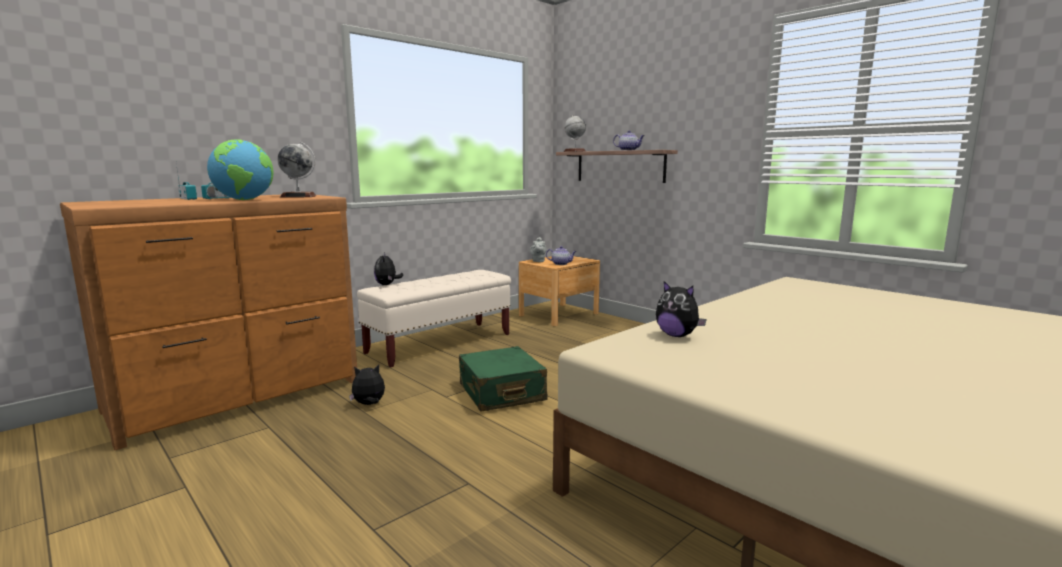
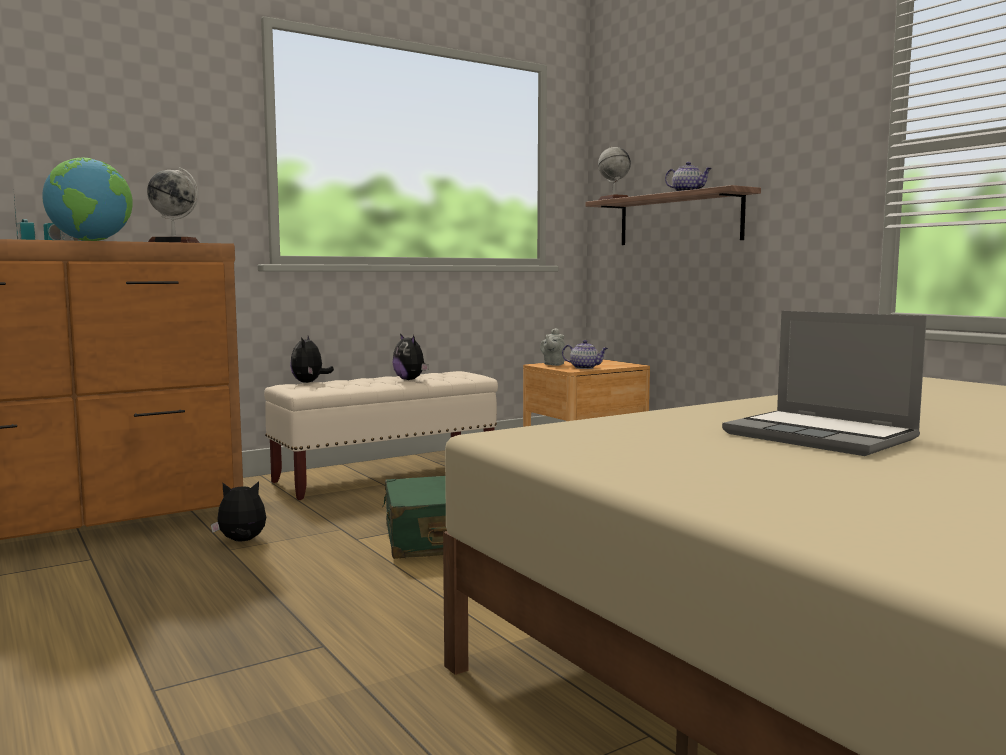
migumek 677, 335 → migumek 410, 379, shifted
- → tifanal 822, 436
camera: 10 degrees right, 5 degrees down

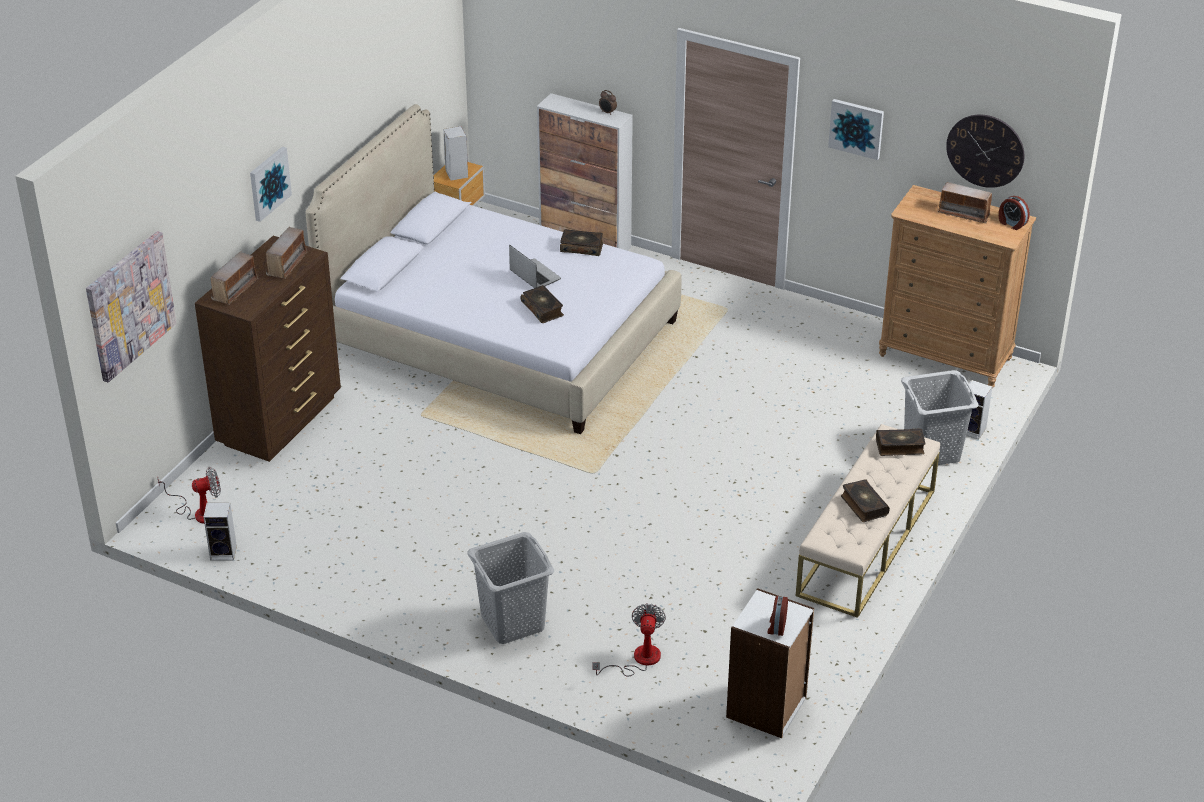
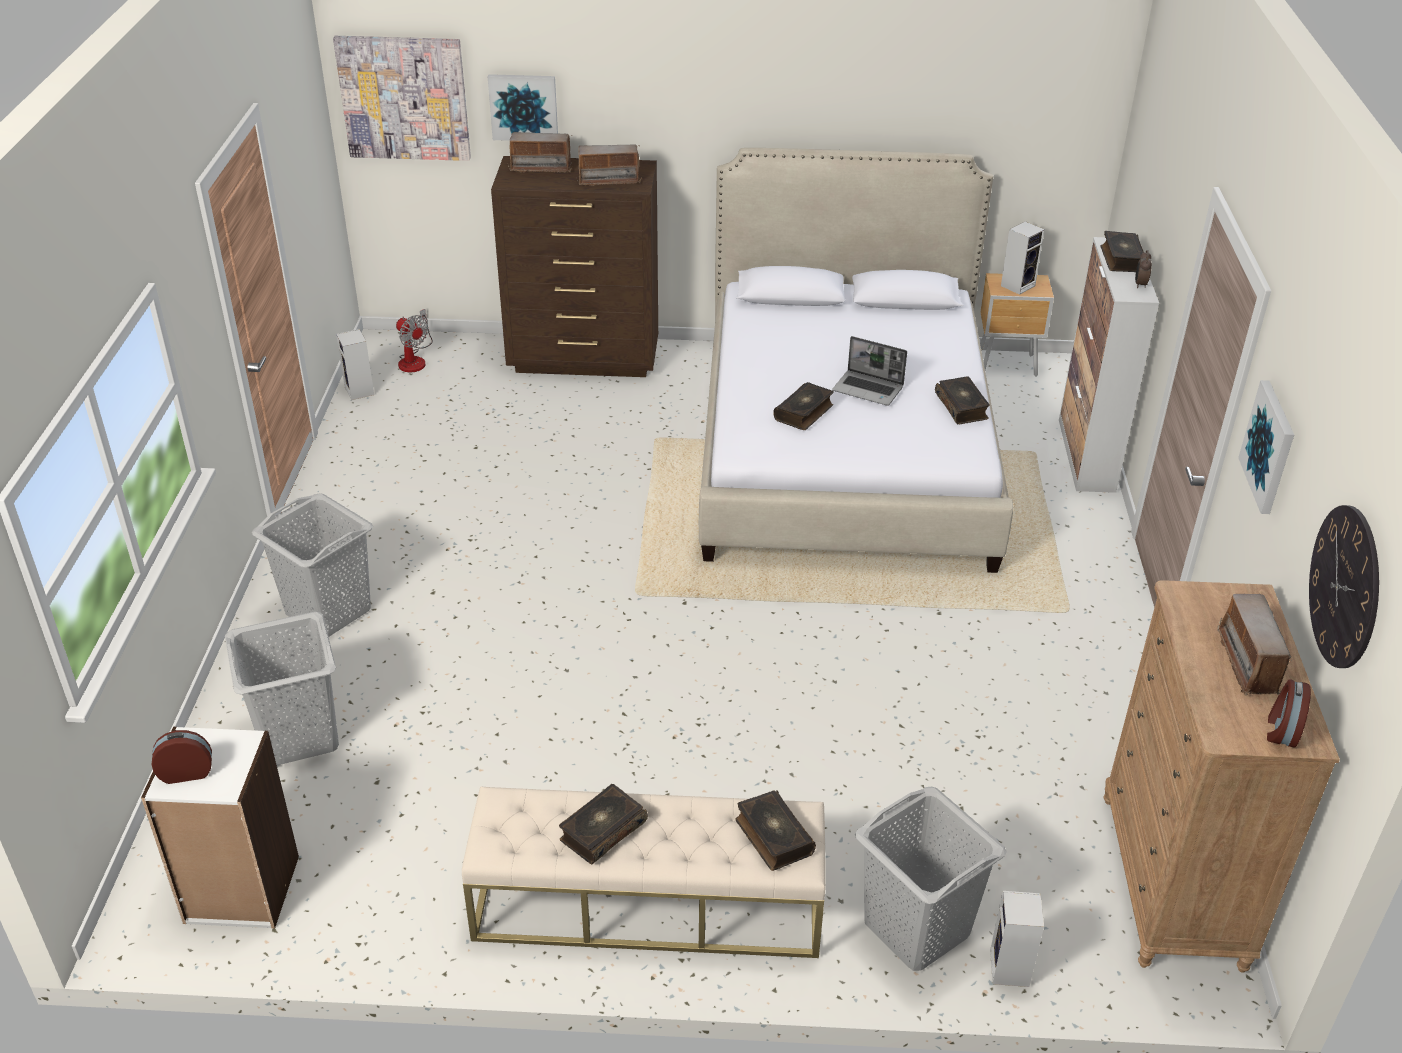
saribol 638, 660 → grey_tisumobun 298, 735
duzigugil 269, 183 → duzigugil 523, 107, shifted
tifanal 534, 275 → tifanal 869, 389, 90 degrees clockwise
- → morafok 1121, 259
camera: 65 degrees right, 0 degrees up

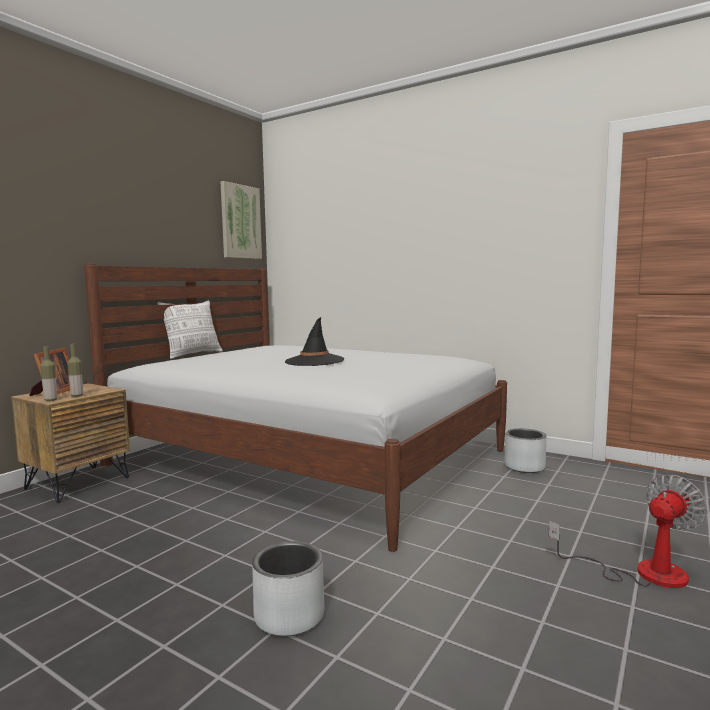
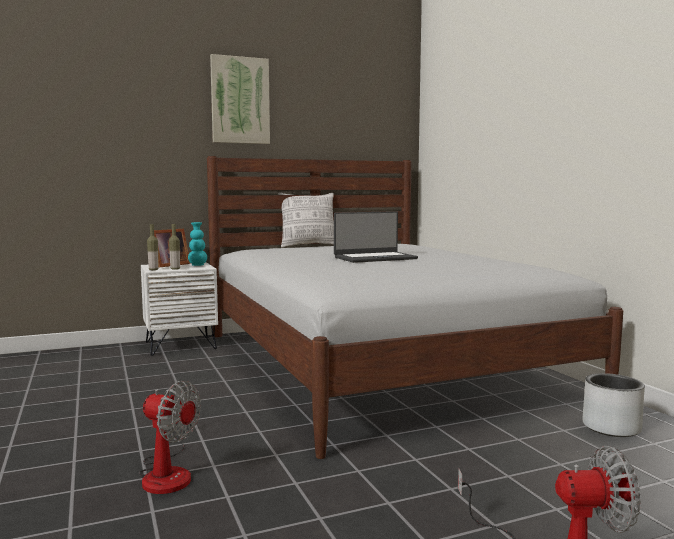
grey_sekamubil 289, 615 → saribol 167, 473
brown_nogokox 77, 483 → white_nogokox 180, 345
- → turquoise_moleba 197, 265
duzigugil 240, 222 → duzigugil 240, 100, shifted
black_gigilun 314, 361 → tifanal 374, 258
camera: 35 degrees right, 0 degrees up

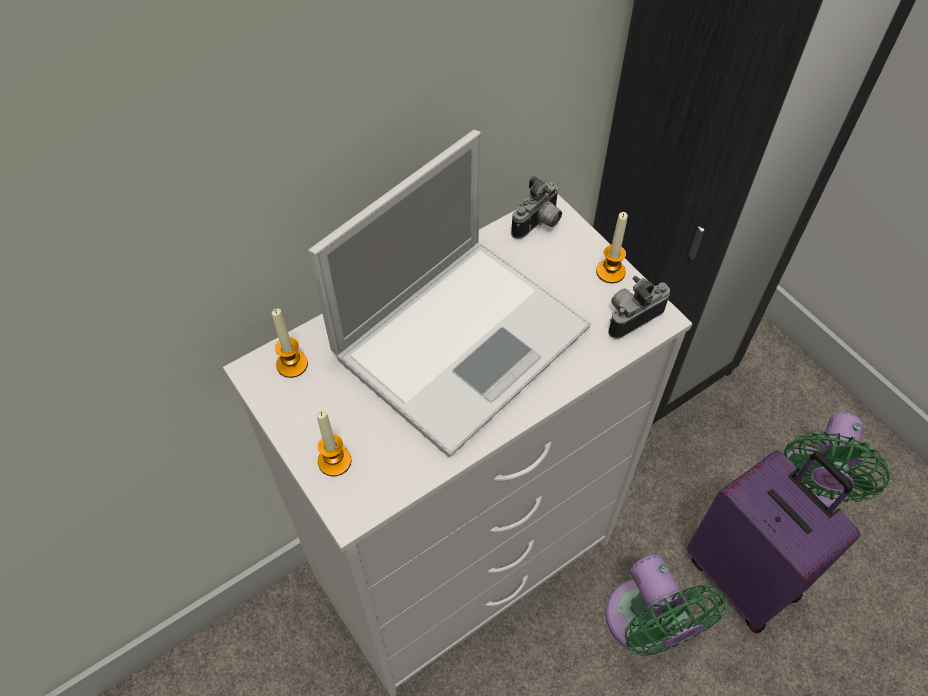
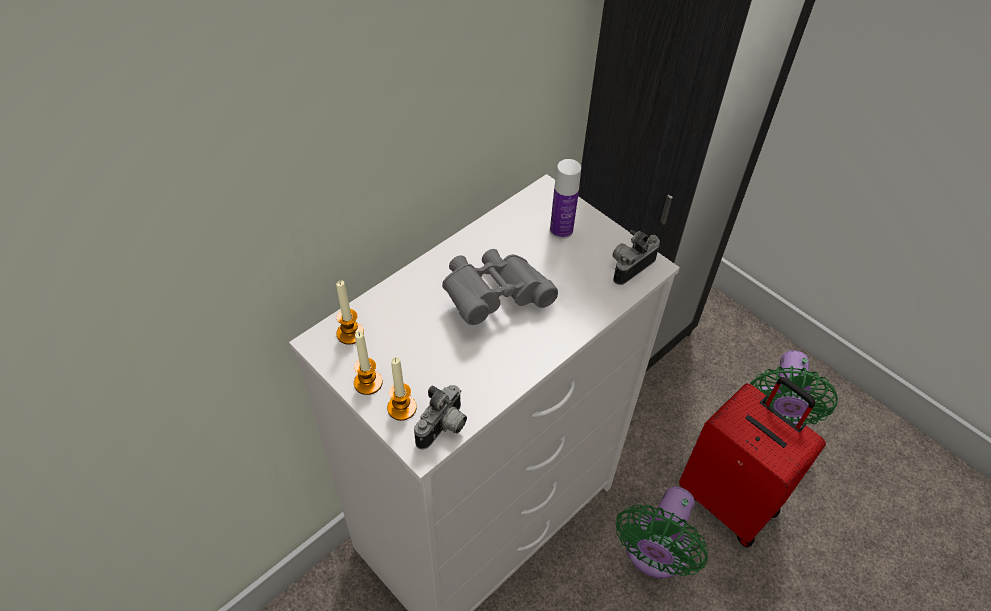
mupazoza 610, 272 → mupazoza 368, 383, shifted
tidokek 538, 224 → tidokek 444, 428, shifted
tifanal 464, 338 → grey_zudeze 494, 297
- → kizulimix 561, 230
green_saribol 646, 624 → green_saribol 654, 553, 60 degrees clockwise
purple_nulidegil 744, 575 → red_nulidegil 729, 500
camera: 10 degrees left, 5 degrees down

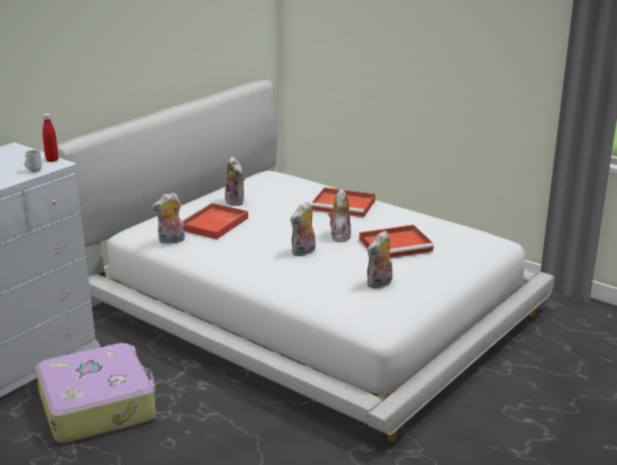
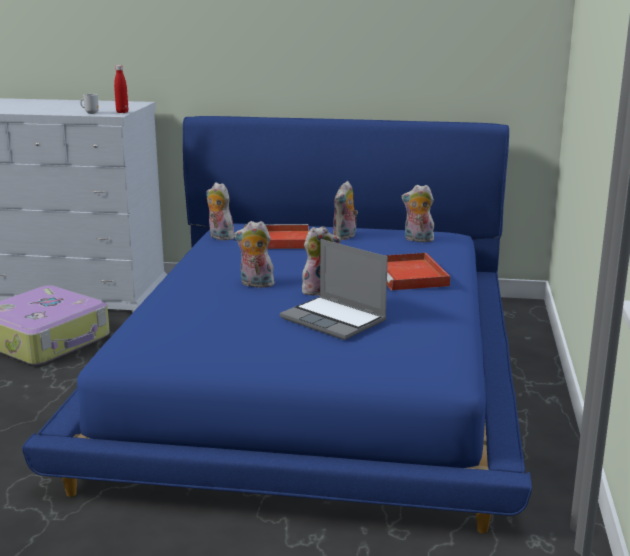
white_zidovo 308, 307 → blue_zidovo 315, 376
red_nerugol 397, 245 → tifanal 335, 320
migumek 380, 284 → migumek 417, 240, shifted
camera: 60 degrees right, 5 degrees down

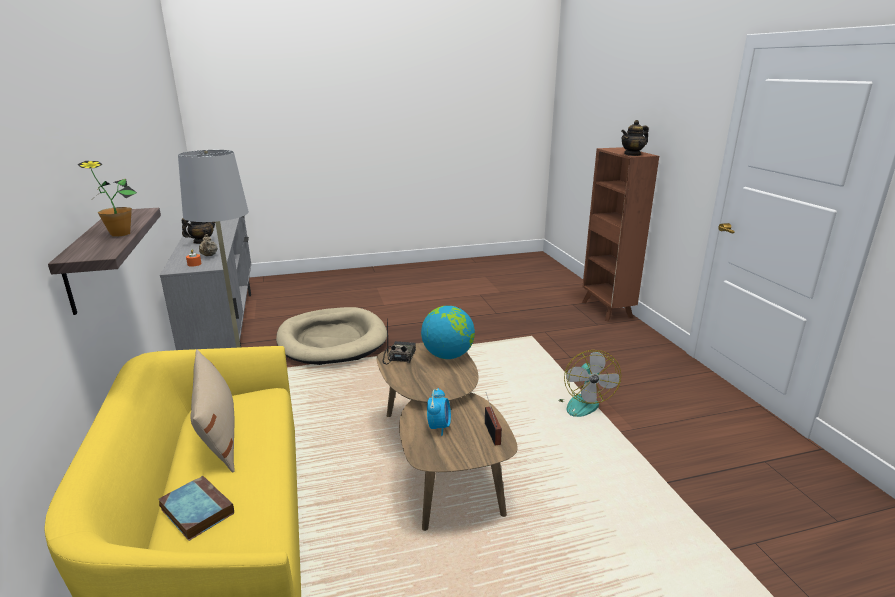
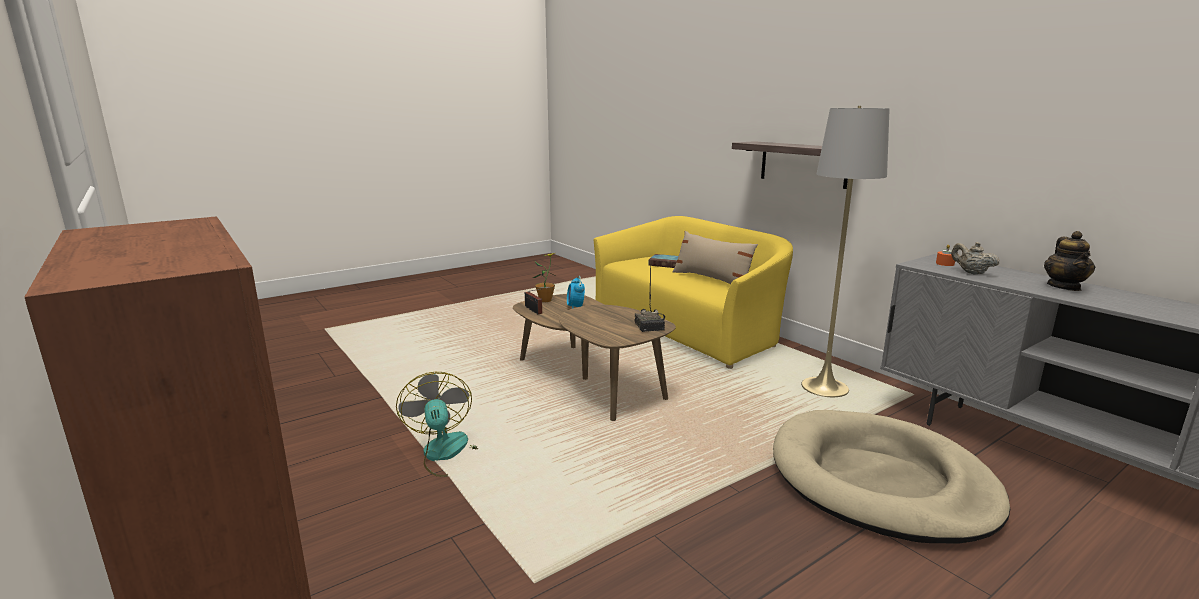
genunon 120, 234 → genunon 545, 300, shifted
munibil 448, 355 → -
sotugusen 632, 154 → -
camera: 160 degrees right, 5 degrees down

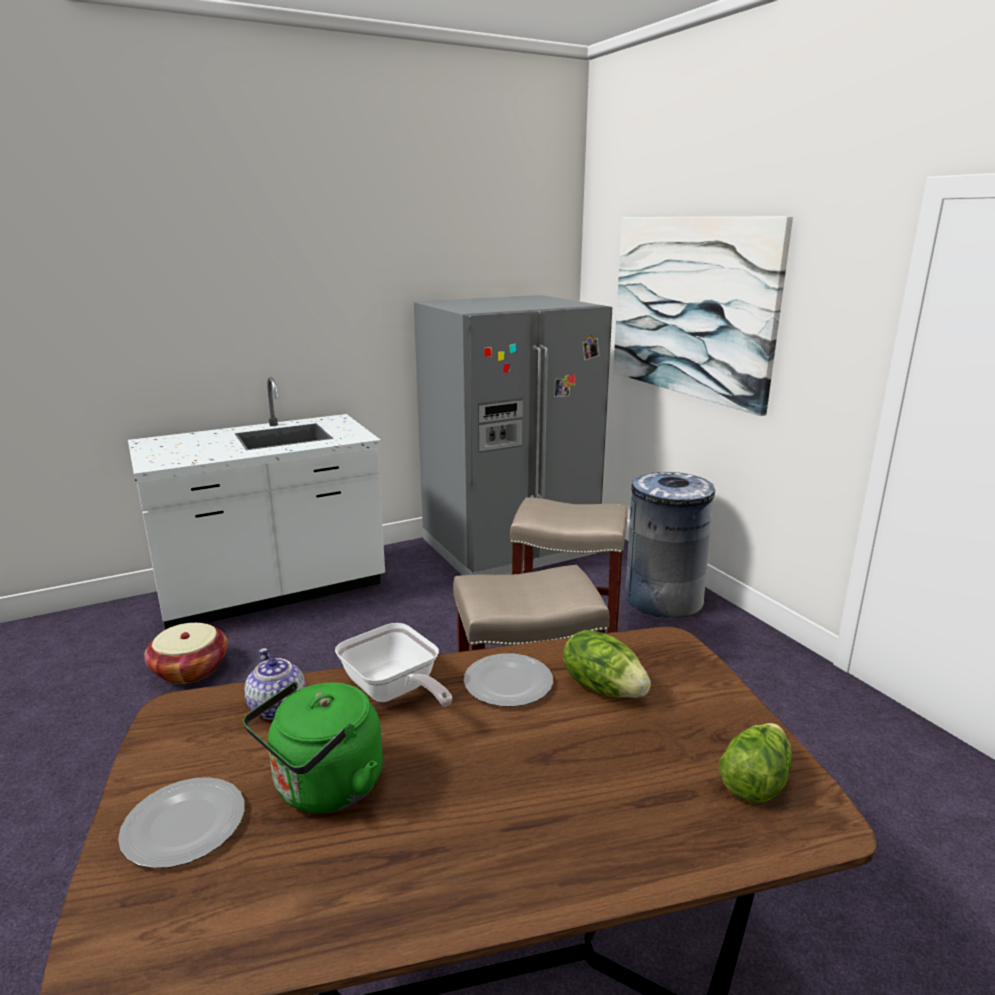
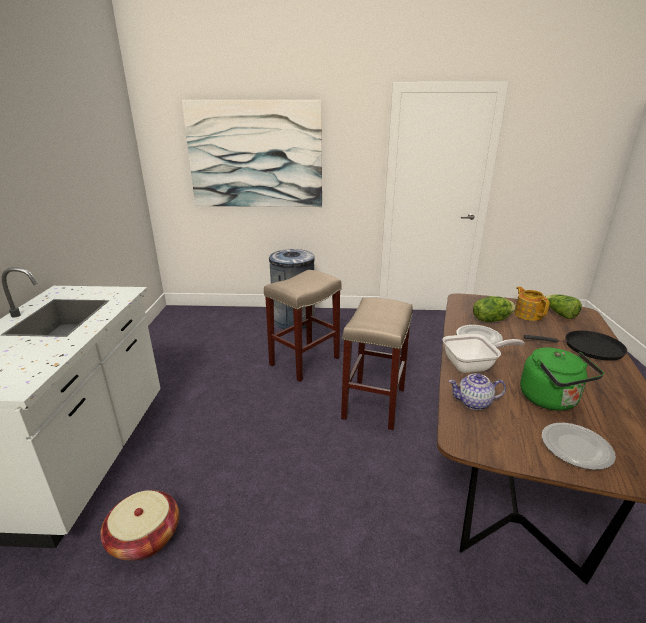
- → sotugusen 528, 314
- → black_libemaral 588, 348
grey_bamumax 508, 547 → -
camera: 60 degrees left, 5 degrees up

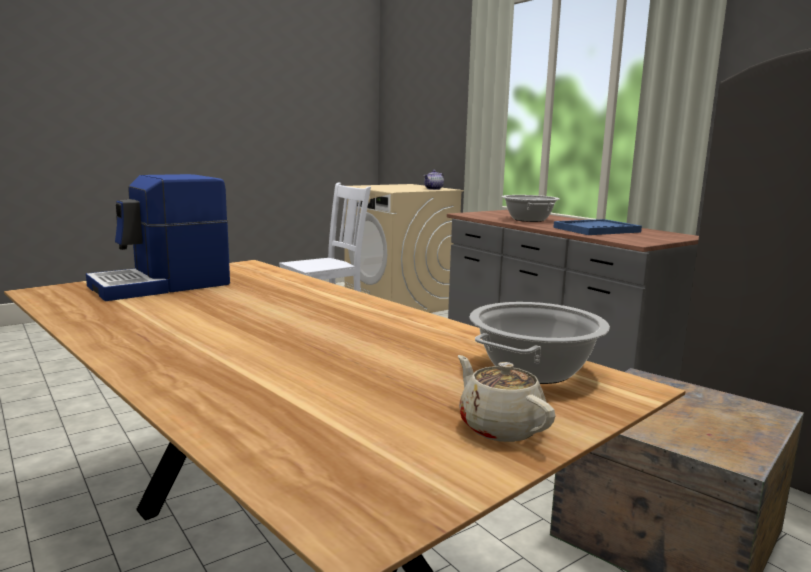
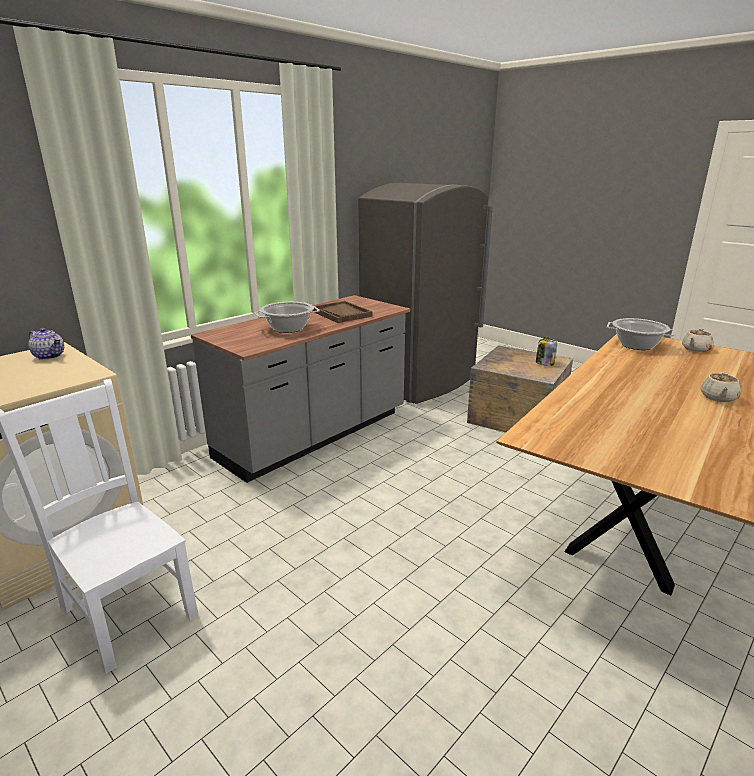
blue_nerugol 596, 230 → brown_nerugol 341, 313
- → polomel 544, 363
- → beige_sotugusen 718, 398
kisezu 162, 285 → -
camera: 100 degrees left, 10 degrees up

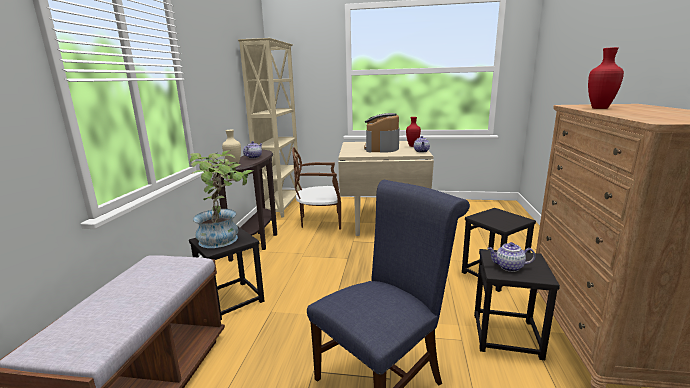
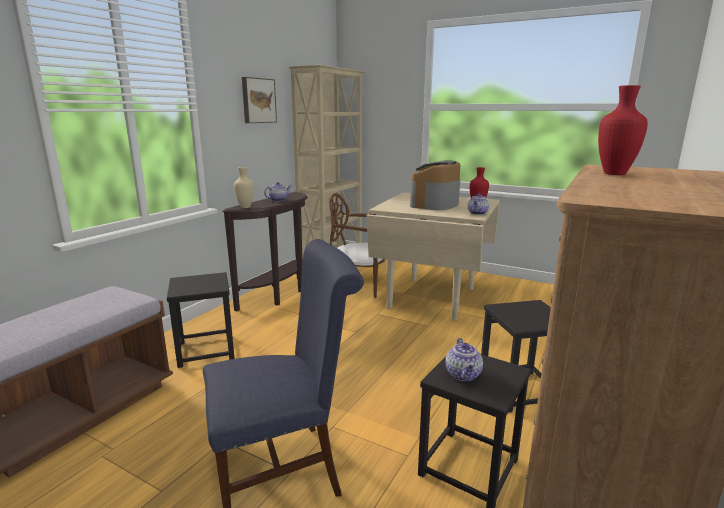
- → duzigugil 258, 100
sotugusen 508, 267 → sotugusen 463, 375, 120 degrees counterclockwise
genunon 225, 238 → -
camera: 20 degrees right, 0 degrees up

